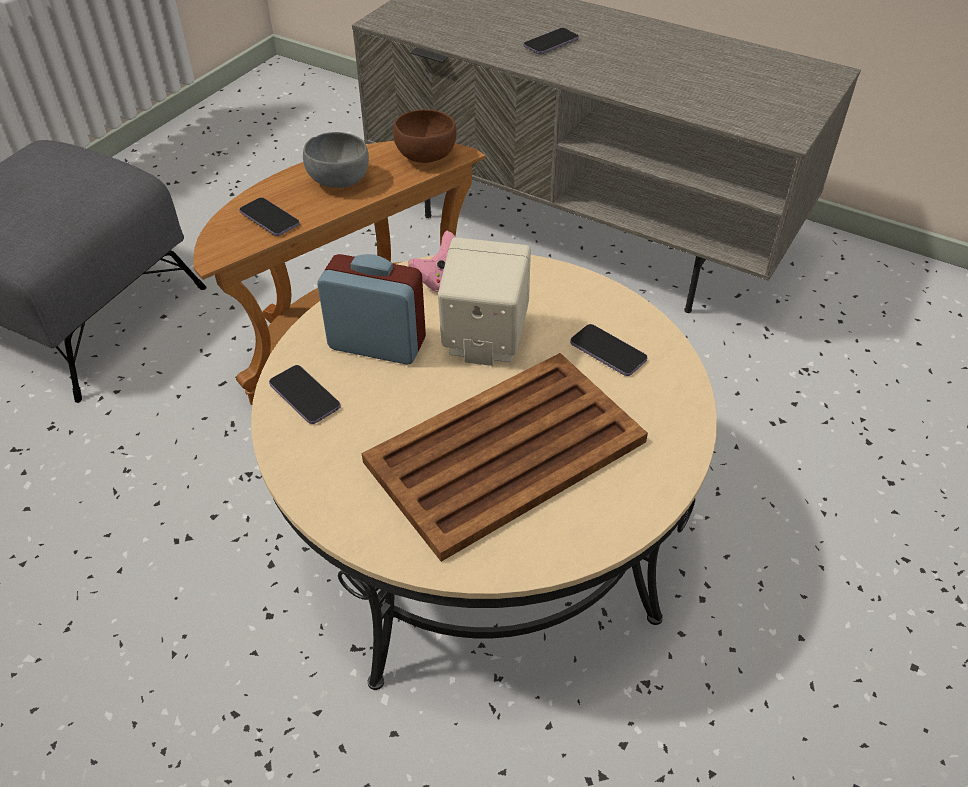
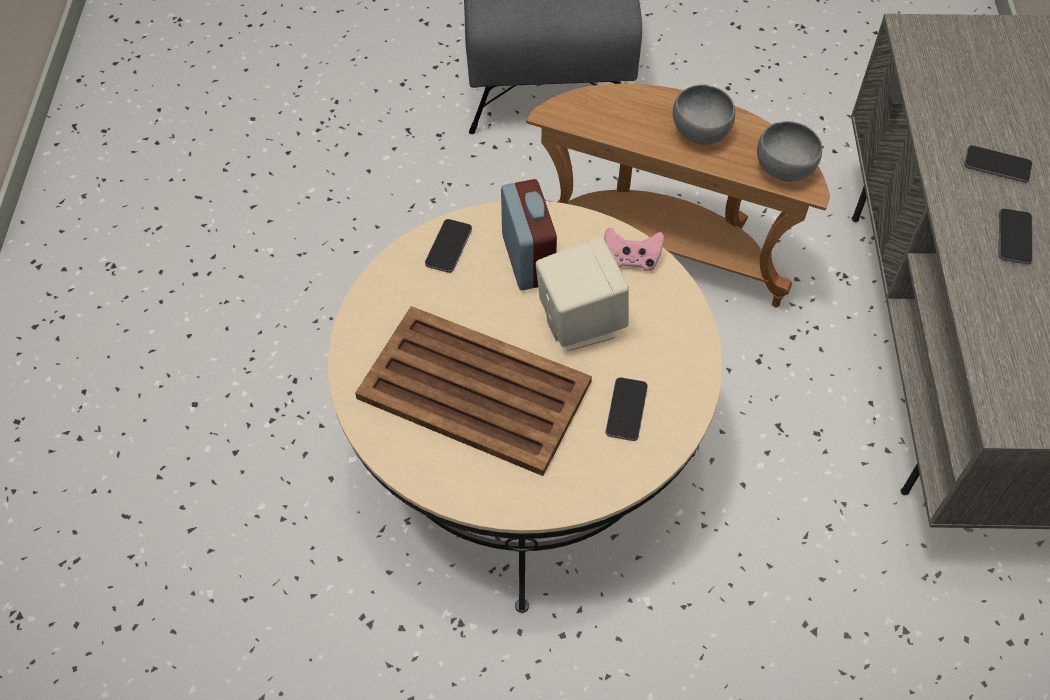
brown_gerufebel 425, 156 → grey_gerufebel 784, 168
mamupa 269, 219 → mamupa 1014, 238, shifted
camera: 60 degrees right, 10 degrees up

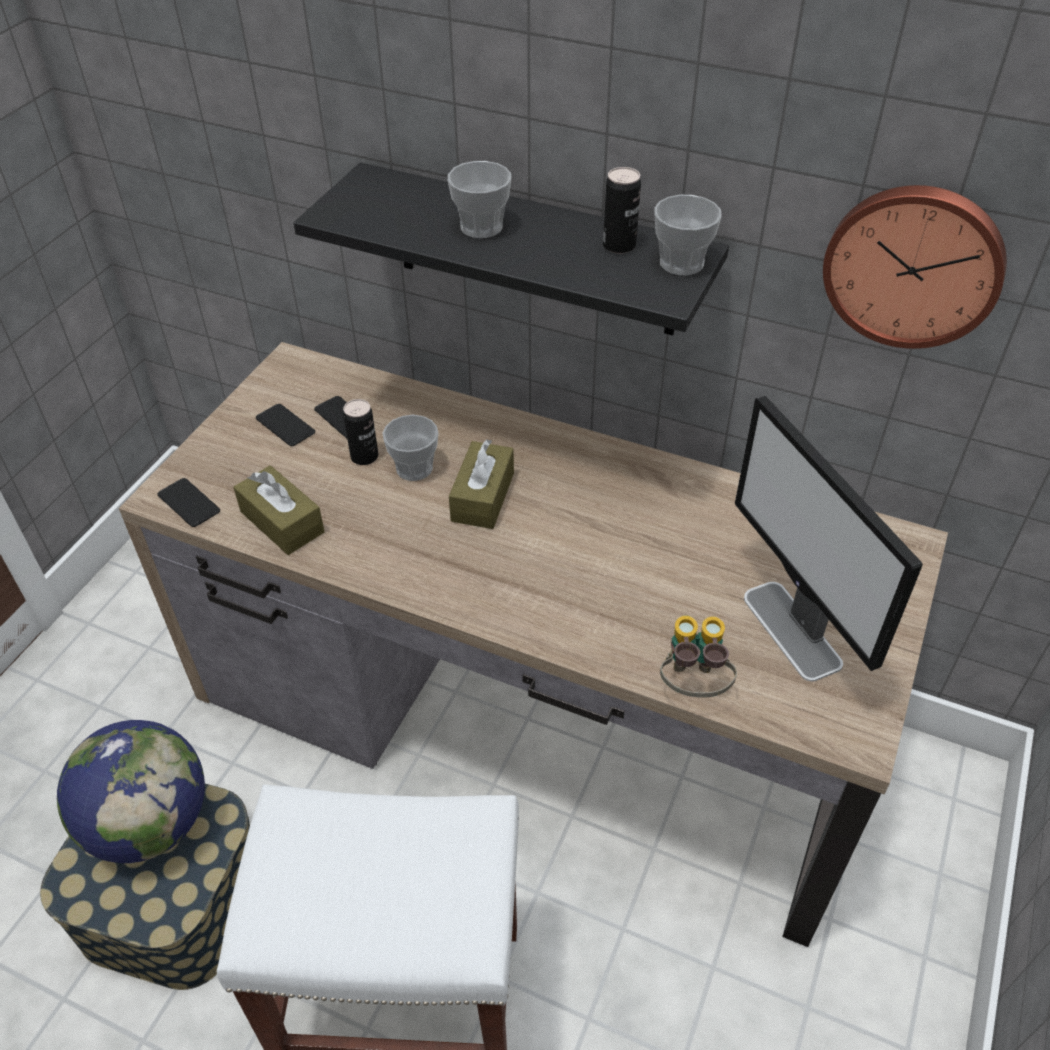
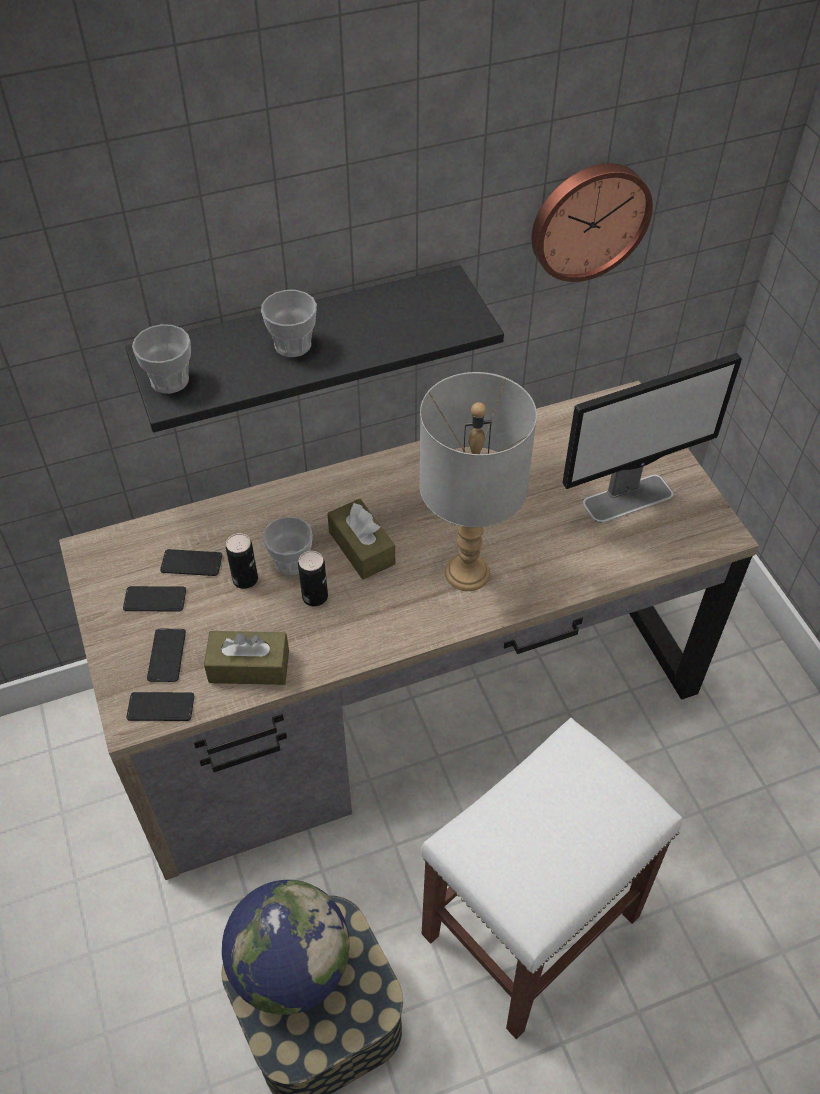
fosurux 681, 263 → fosurux 169, 380, shifted
- → mamupa 167, 655
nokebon 619, 245 → nokebon 315, 596, shifted
- → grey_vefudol 467, 573
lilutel 792, 631 → lilutel 629, 498, 45 degrees counterclockwise
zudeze 693, 685 → -
camera: 45 degrees left, 5 degrees up

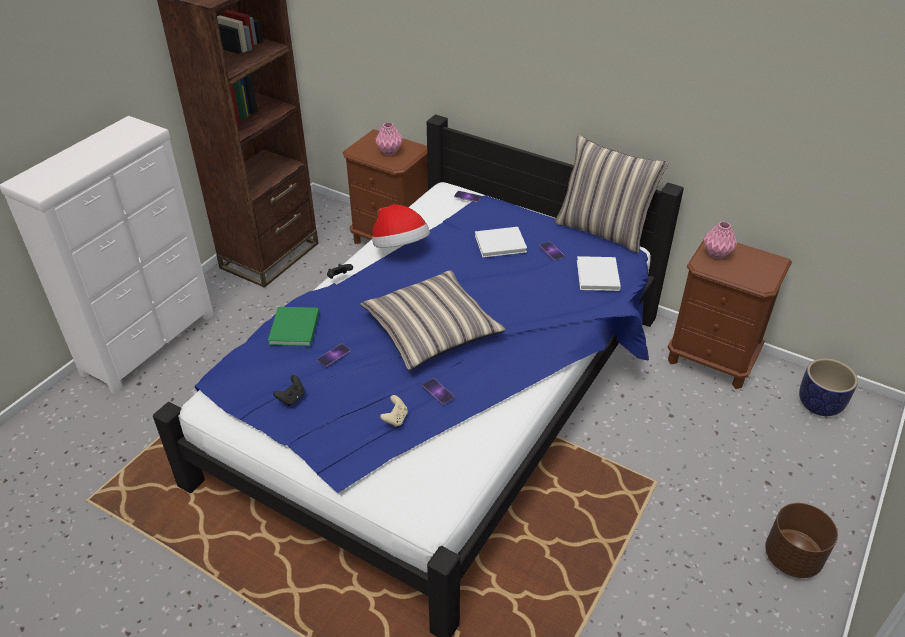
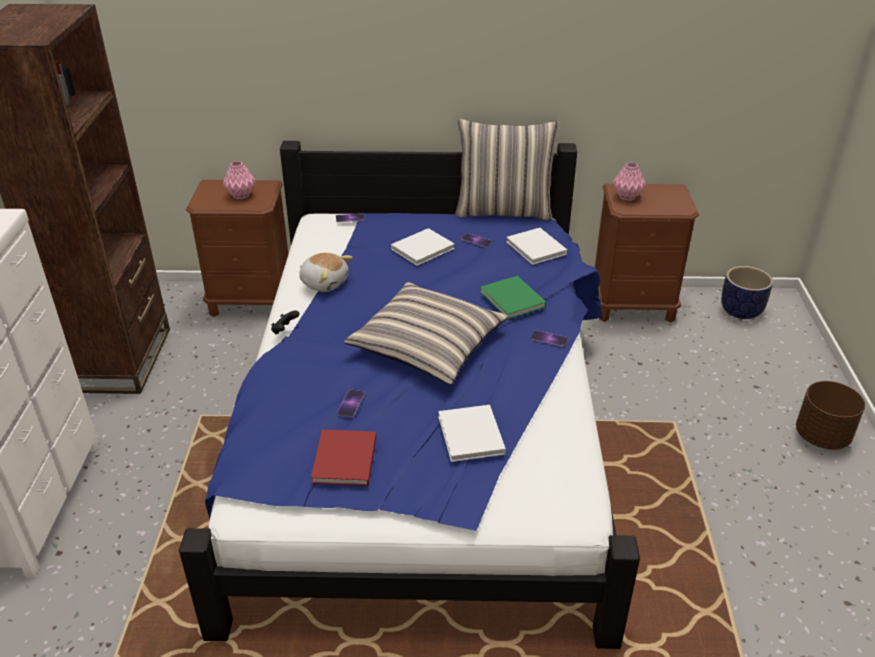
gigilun 400, 247 → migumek 324, 282
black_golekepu 291, 398 → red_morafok 344, 461
beige_golekepu 395, 419 → white_morafok 471, 437
green_morafok 294, 329 → green_morafok 513, 300, shifted
mamupa 438, 391 → mamupa 549, 339, shifted
camera: 30 degrees left, 5 degrees down

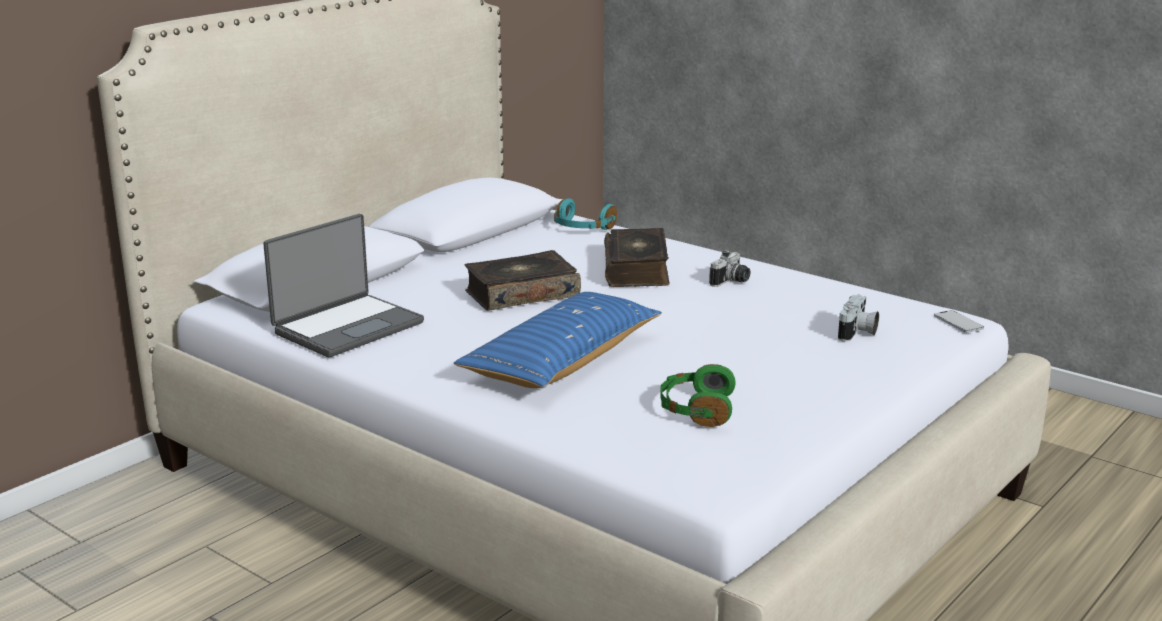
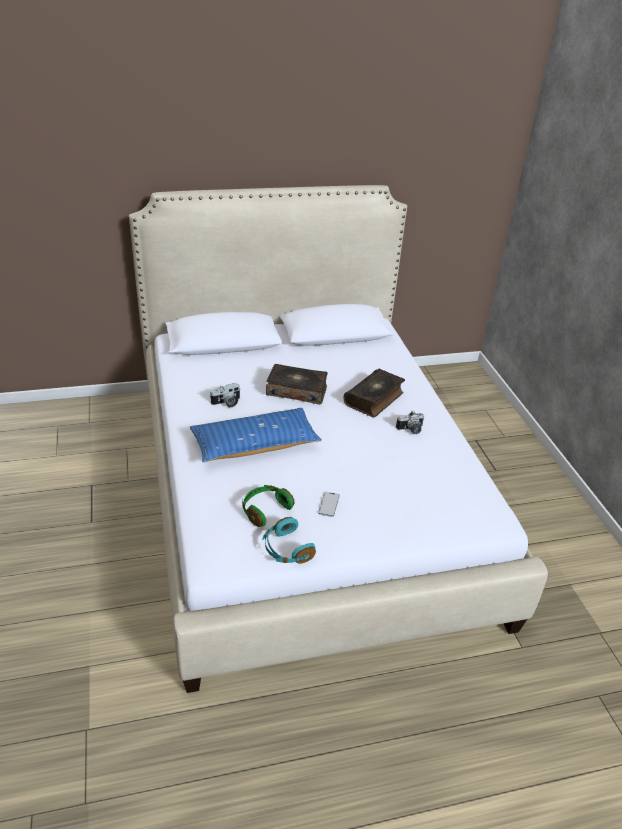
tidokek 857, 333 → tidokek 226, 403, shifted
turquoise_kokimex 582, 228 → turquoise_kokimex 286, 549, shifted
mamupa 958, 323 → mamupa 329, 505, shifted
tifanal 347, 327 → -
camera: 35 degrees right, 15 degrees up

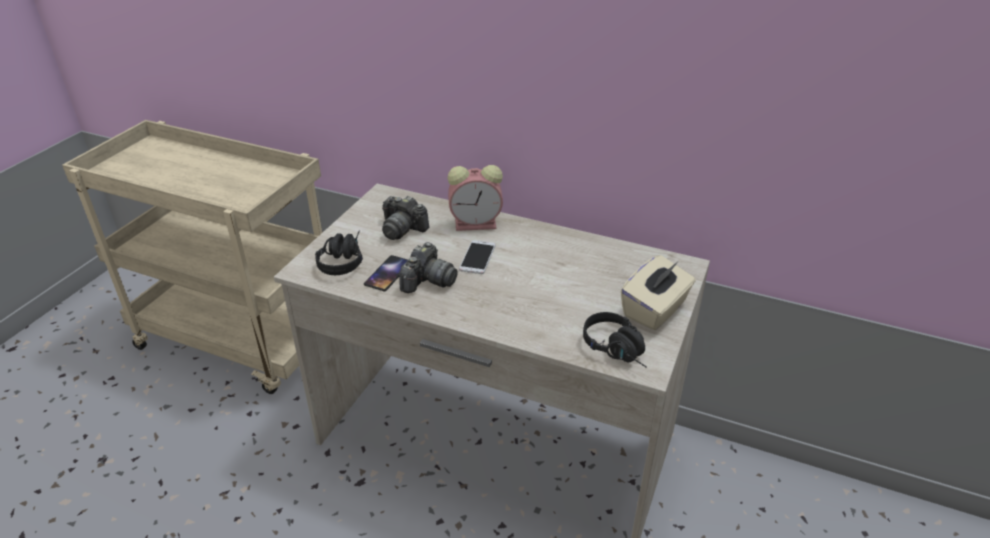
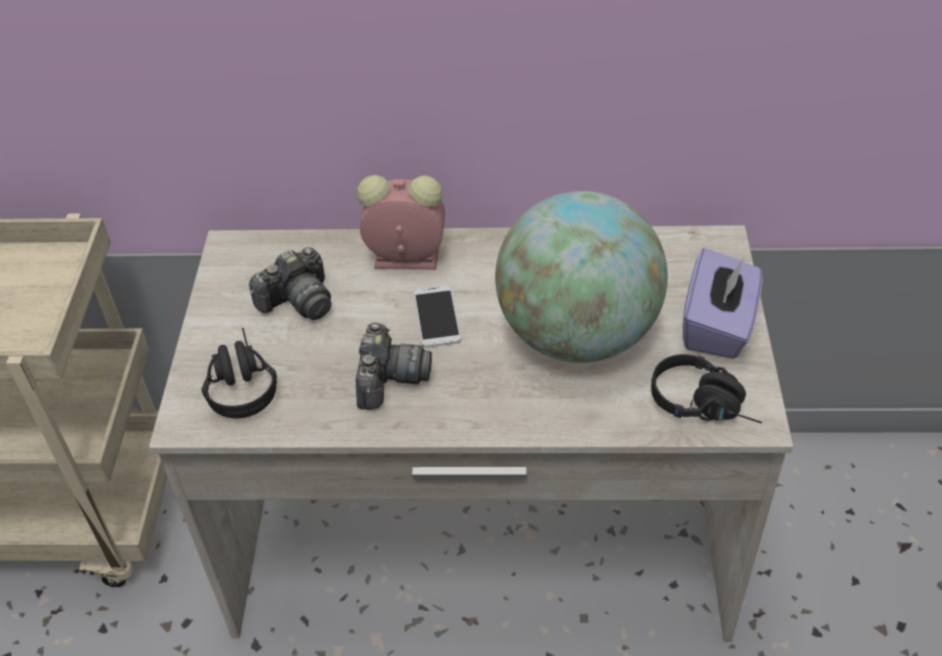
tidokek 402, 229 → tidokek 298, 301, 45 degrees counterclockwise
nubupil 477, 223 → nubupil 403, 258, 150 degrees counterclockwise
- → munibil 577, 335
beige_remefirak 655, 310 → purple_remefirak 718, 326
mamupa 388, 273 → -
camera: 20 degrees left, 10 degrees up

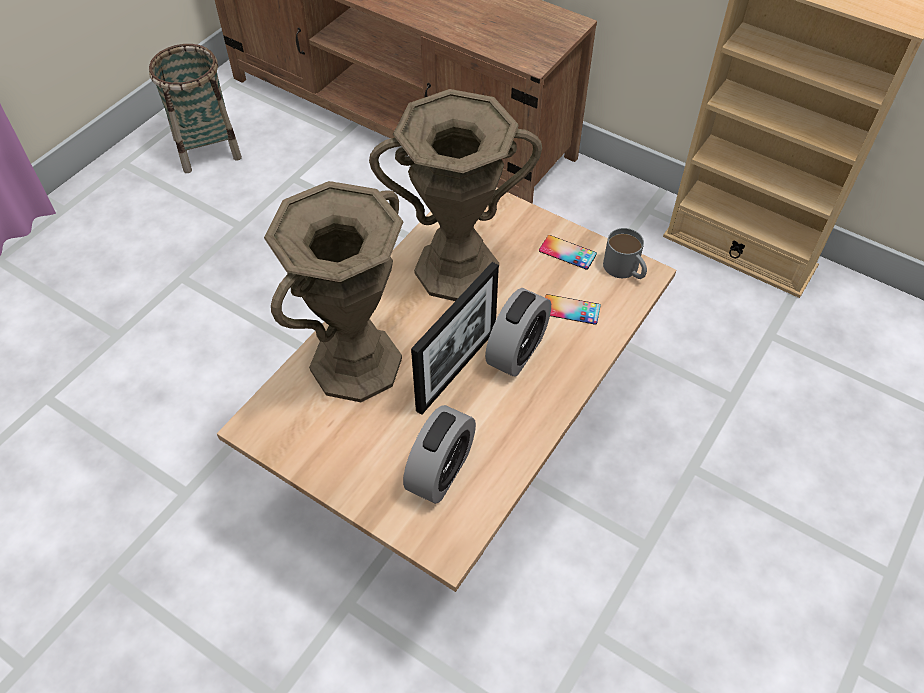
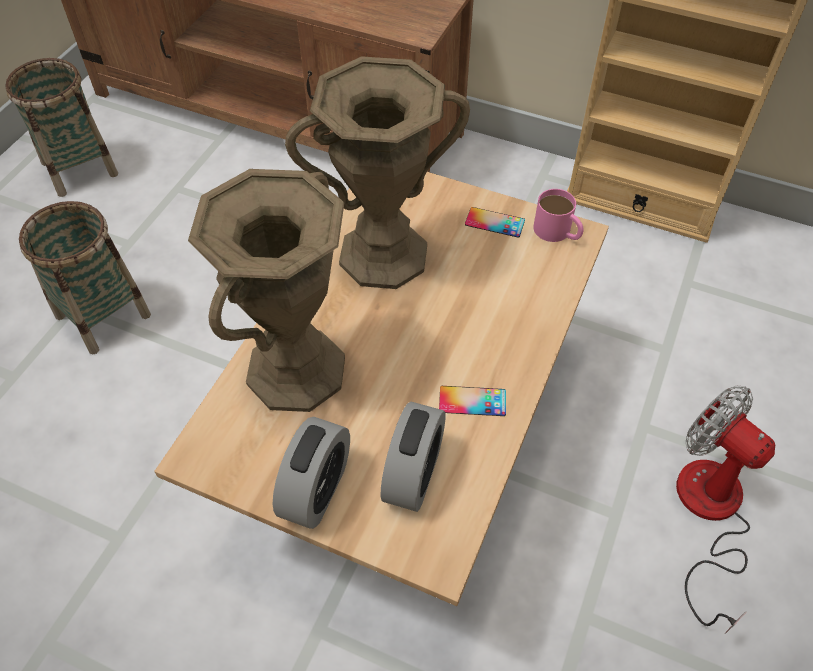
- → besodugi 103, 316
nubupil 517, 351 → nubupil 316, 490, shifted
mamupa 570, 309 → mamupa 472, 401, shifted
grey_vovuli 625, 269 → pink_vovuli 557, 232
- → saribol 708, 514
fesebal 456, 369 → -
camera: 10 degrees left, 0 degrees up

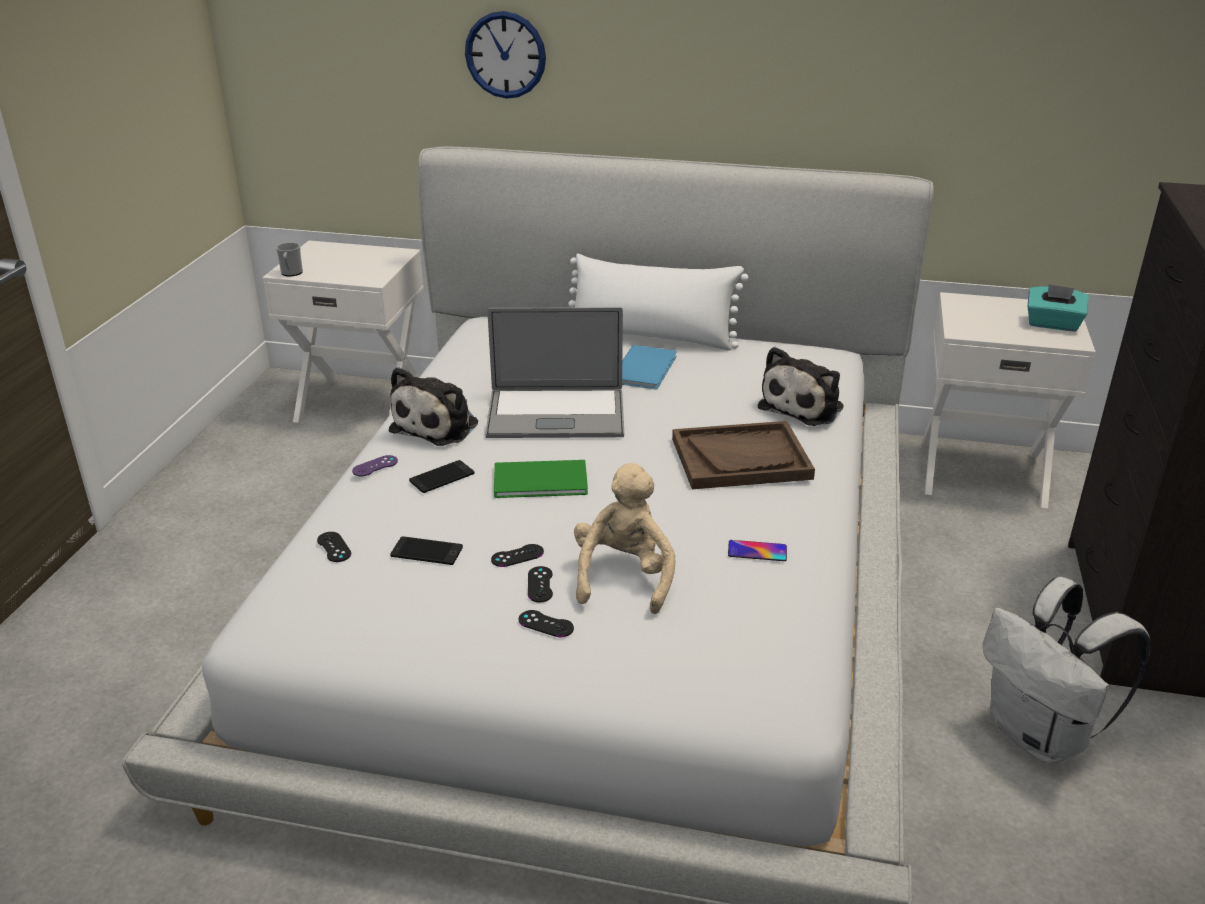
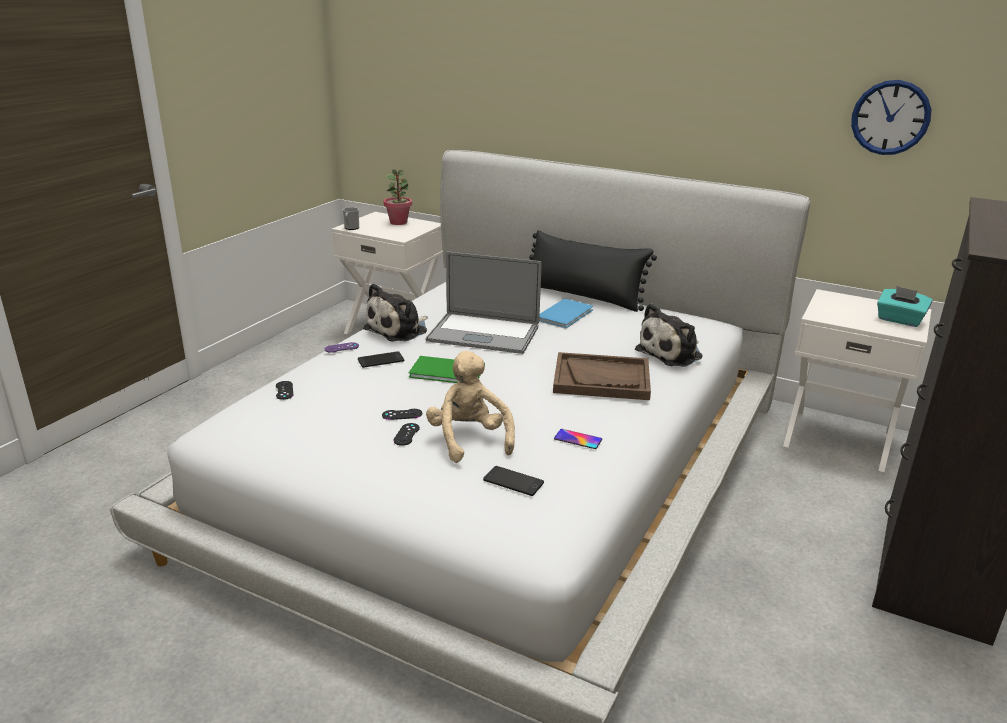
- → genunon 398, 222
beige_migumek 624, 577 → beige_migumek 469, 440, 45 degrees counterclockwise
mamupa 426, 552 → mamupa 513, 481, shifted
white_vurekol 651, 336 → black_vurekol 583, 296
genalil 505, 55 → genalil 890, 117, shifted
black_golekepu 546, 624 → -
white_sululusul 1041, 736 → -
camera: 15 degrees right, 5 degrees down

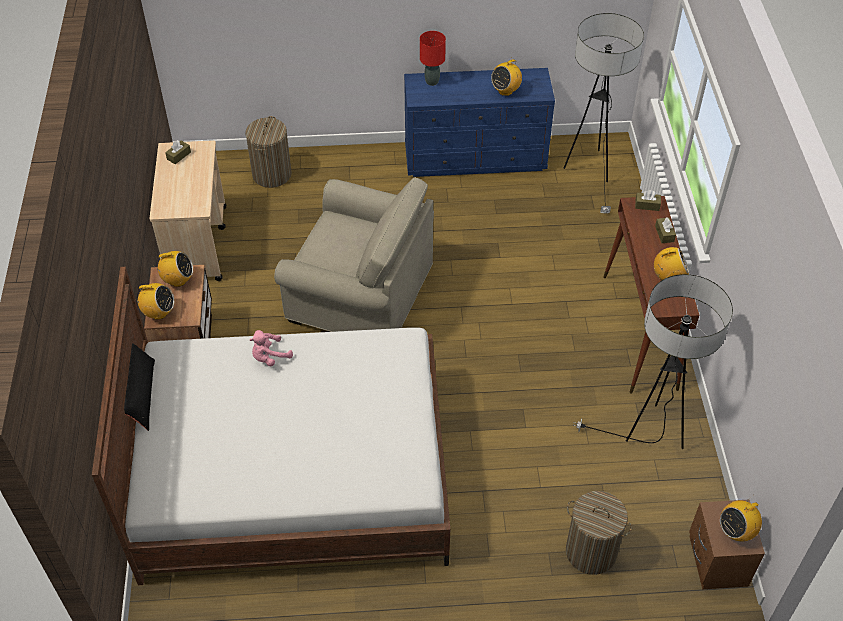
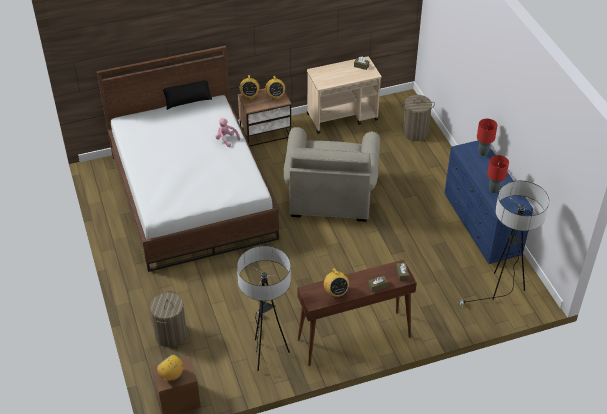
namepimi 505, 91 → red_vefudol 494, 190
camera: 75 degrees right, 5 degrees down

